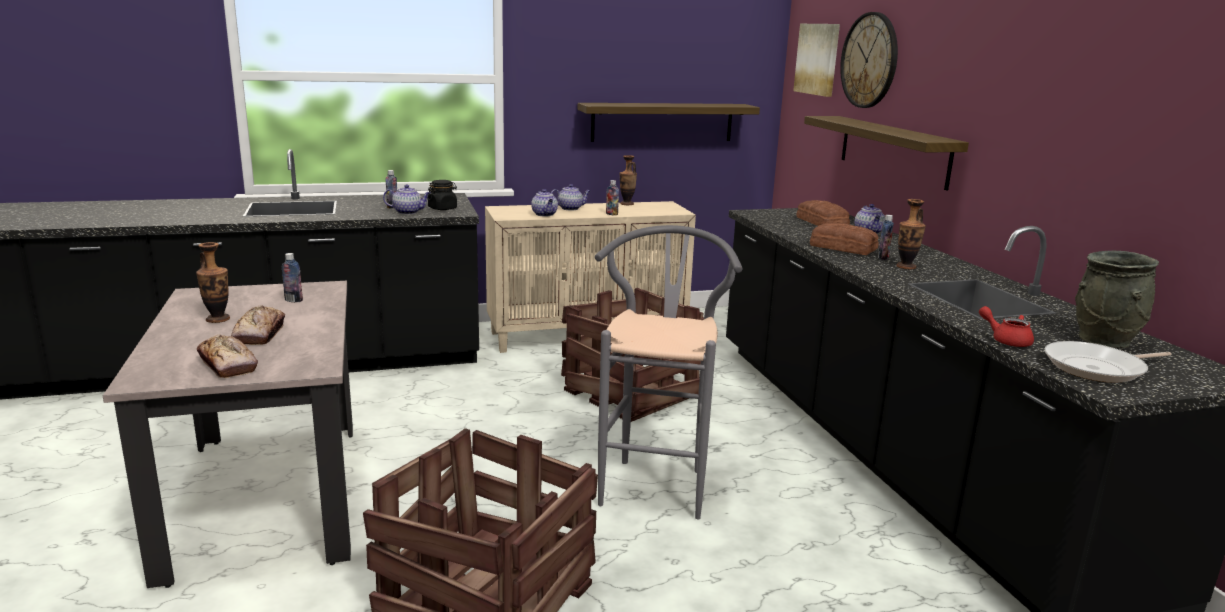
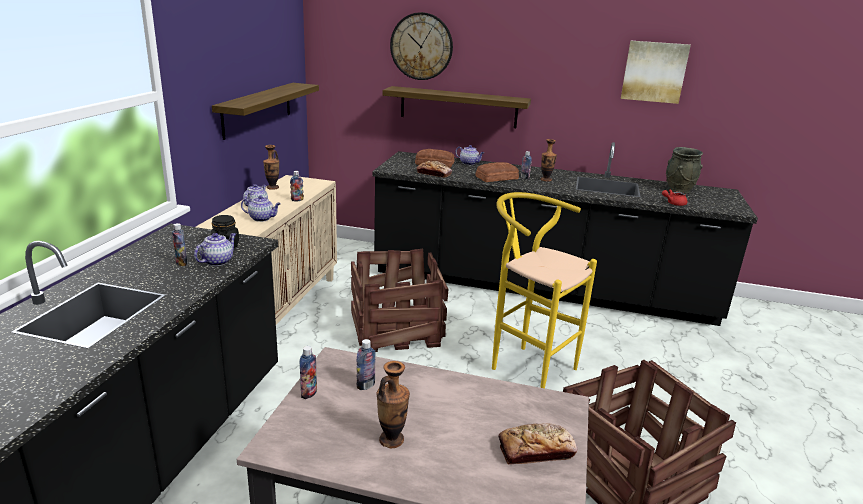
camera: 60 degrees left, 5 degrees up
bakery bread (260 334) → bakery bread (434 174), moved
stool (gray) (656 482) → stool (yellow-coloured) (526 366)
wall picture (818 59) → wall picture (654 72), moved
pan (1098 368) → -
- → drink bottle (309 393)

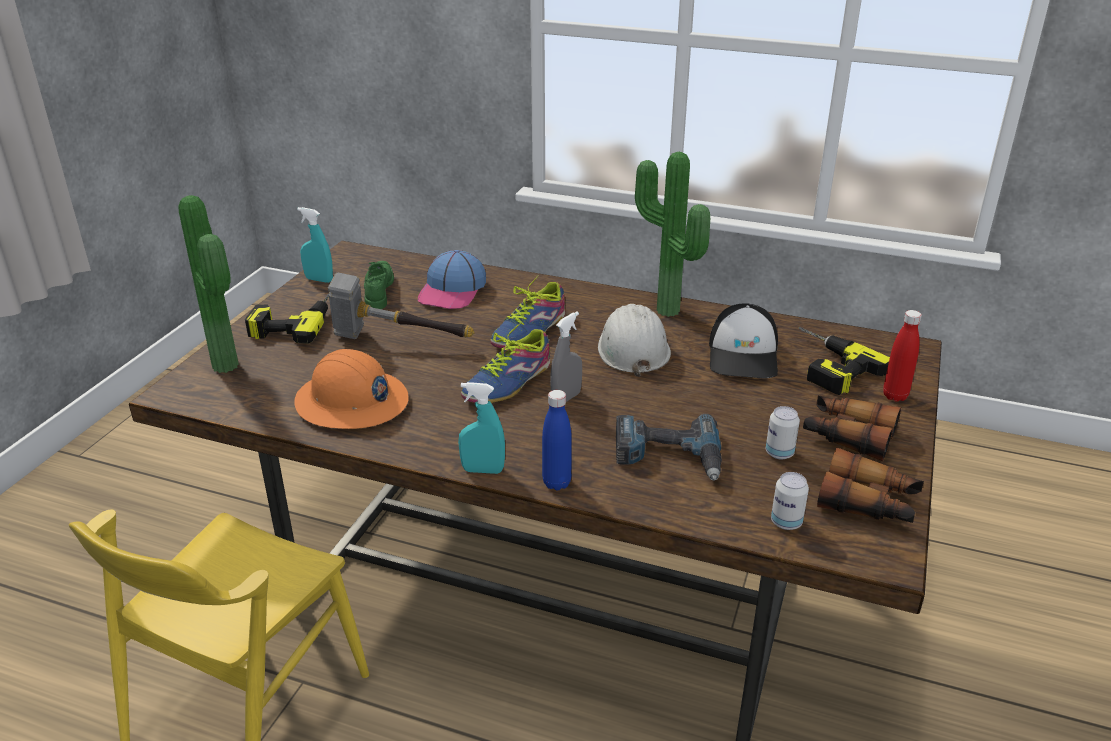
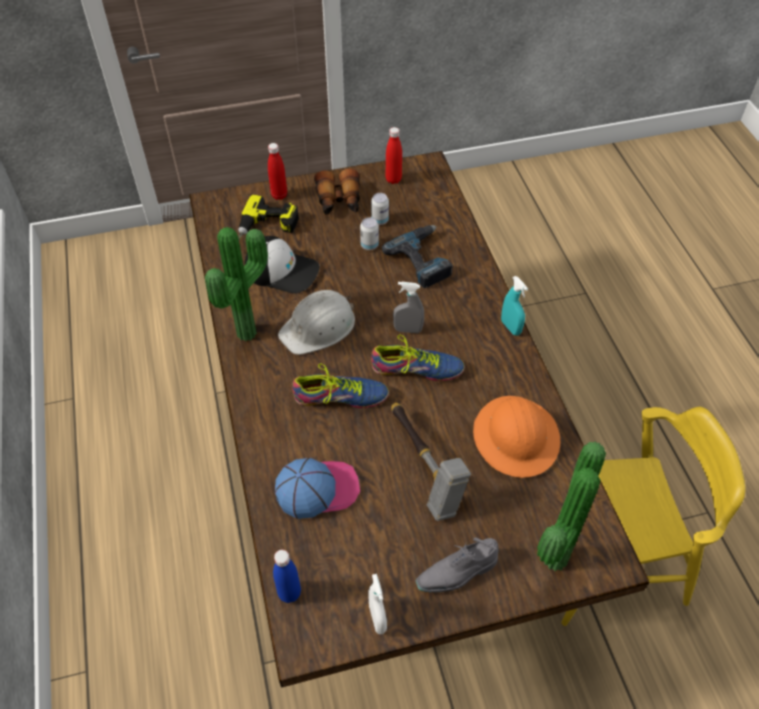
camera: 125 degrees left, 20 degrees up
electric drill (294 320) → shoe (gray) (457 572)
spray bottle (turquoise-coloured) (319 280) → spray bottle (white) (377 619)
shoe (green) (379 291) → -
drink bottle (bluish) (556 483) → drink bottle (bluish) (289 593), moved
peaked cap (744 355) → peaked cap (282 270), 45 degrees clockwise
can (786 522) → can (369 245), moved
pair of binoculars (868 503) → drink bottle (red-coloured) (393 179)

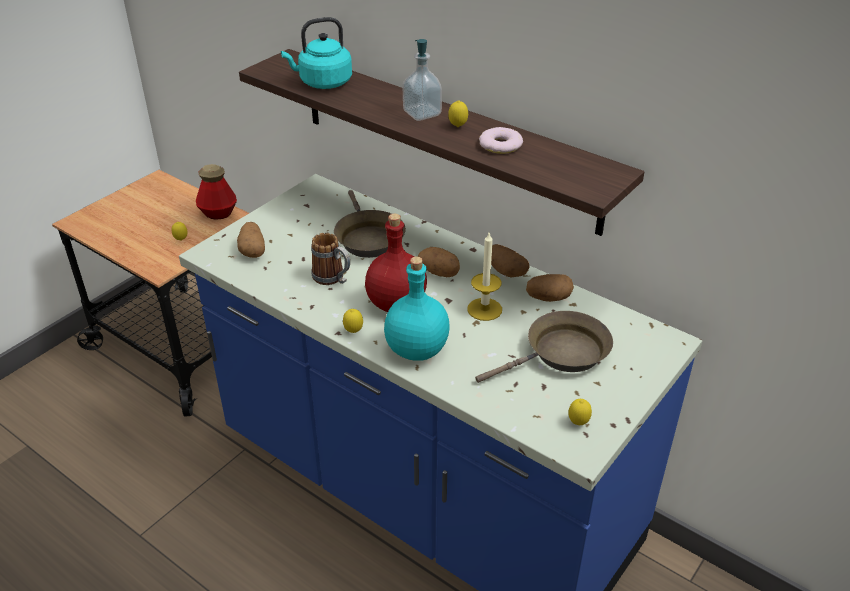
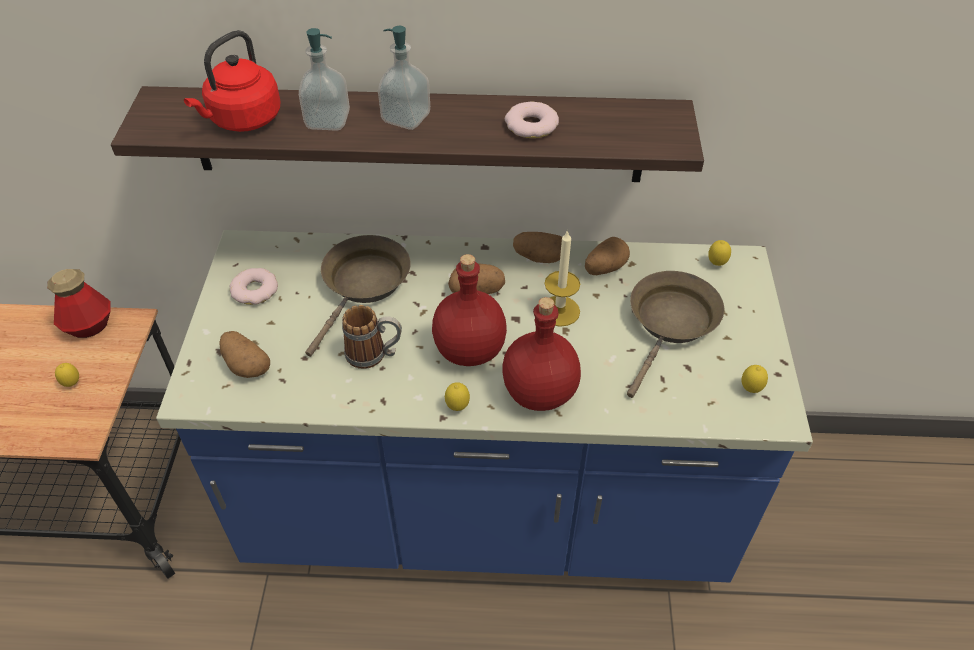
camera: 35 degrees left, 10 degrees up
kettle (turquoise-coloured) (322 83) → kettle (red-coloured) (243 120)
pan (brown) (367 238) → pan (brown) (364 285), 105 degrees counterclockwise
drink bottle (turquoise-coloured) (417 349) → drink bottle (red-coloured) (539 391)
lemon (458 127) → lemon (716 264), moved
- → donut (255 290)
- → soap bottle (327 120)

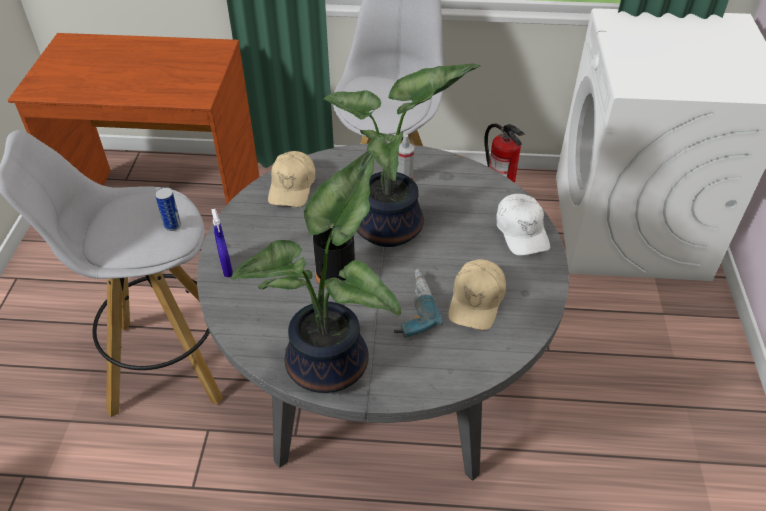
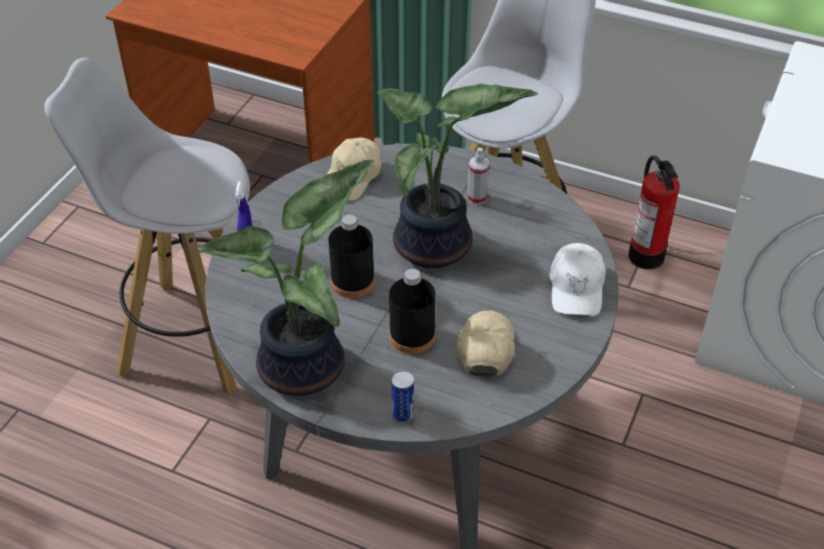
camera: 20 degrees right, 0 degrees up
can (172 225) → can (403 415), moved
electric drill (410 308) → drink bottle (black) (412 336)
peaked cap (beige-coloured) (476 301) → peaked cap (beige-coloured) (485 348), 150 degrees clockwise

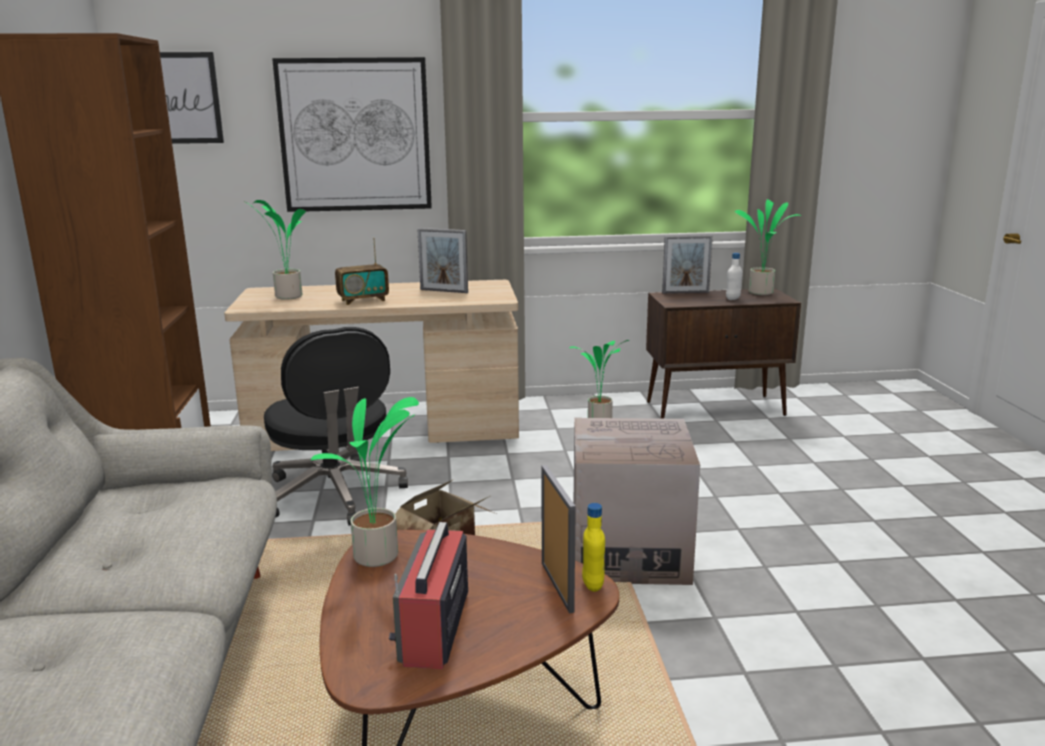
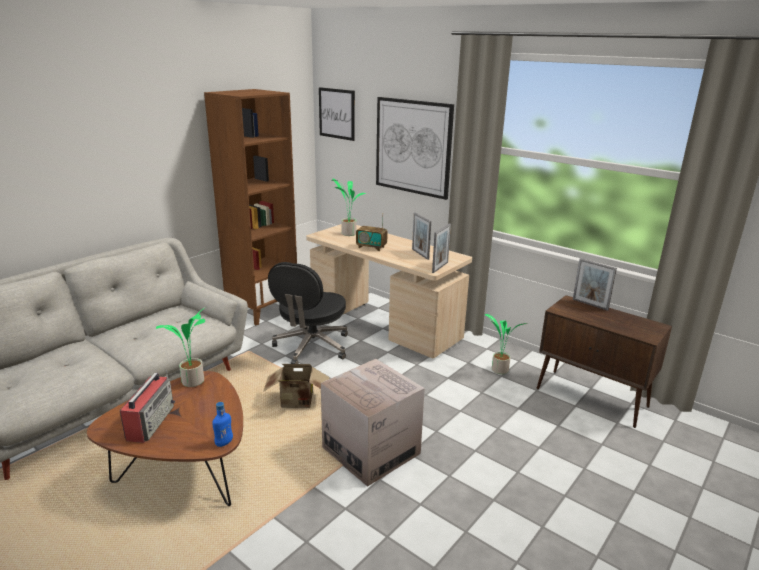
camera: 45 degrees right, 5 degrees up
radio set (434 628) → radio set (151 422), 135 degrees clockwise
photo frame (557 586) → photo frame (440 267), moved
drink bottle (yellow-coloured) (593 584) → drink bottle (bluish) (224 443)
drink bottle (white) (733 299) → -
potted plant (762 292) → -

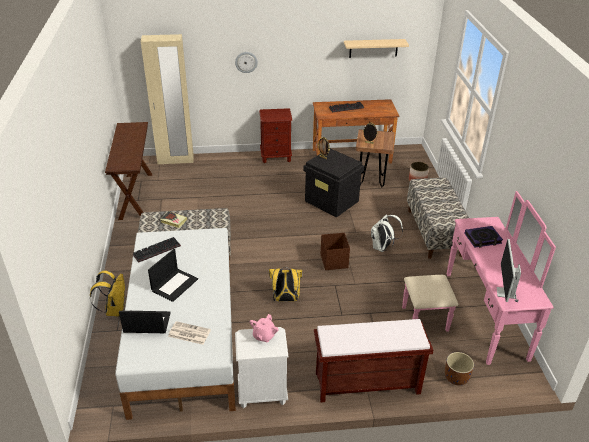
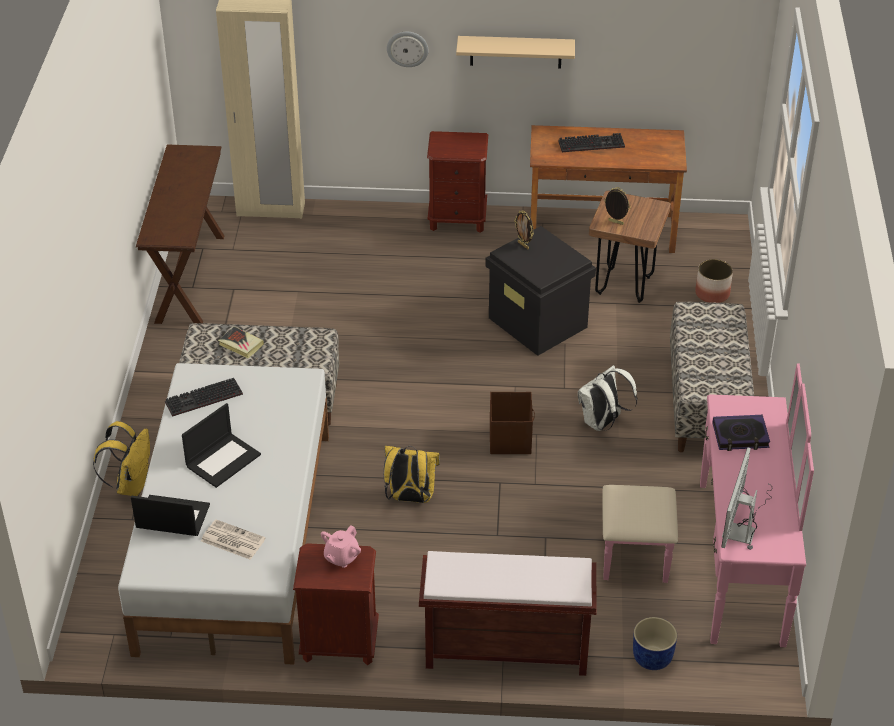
camera: 10 degrees right, 5 degrees up
nightstand (white) (262 393) → nightstand (brown) (339 643)
bracket shelf (beige-coloured) (373 48) → bracket shelf (beige-coloured) (515 52), moved
plant pot (brown) (456 378) → plant pot (bluish) (652 658)

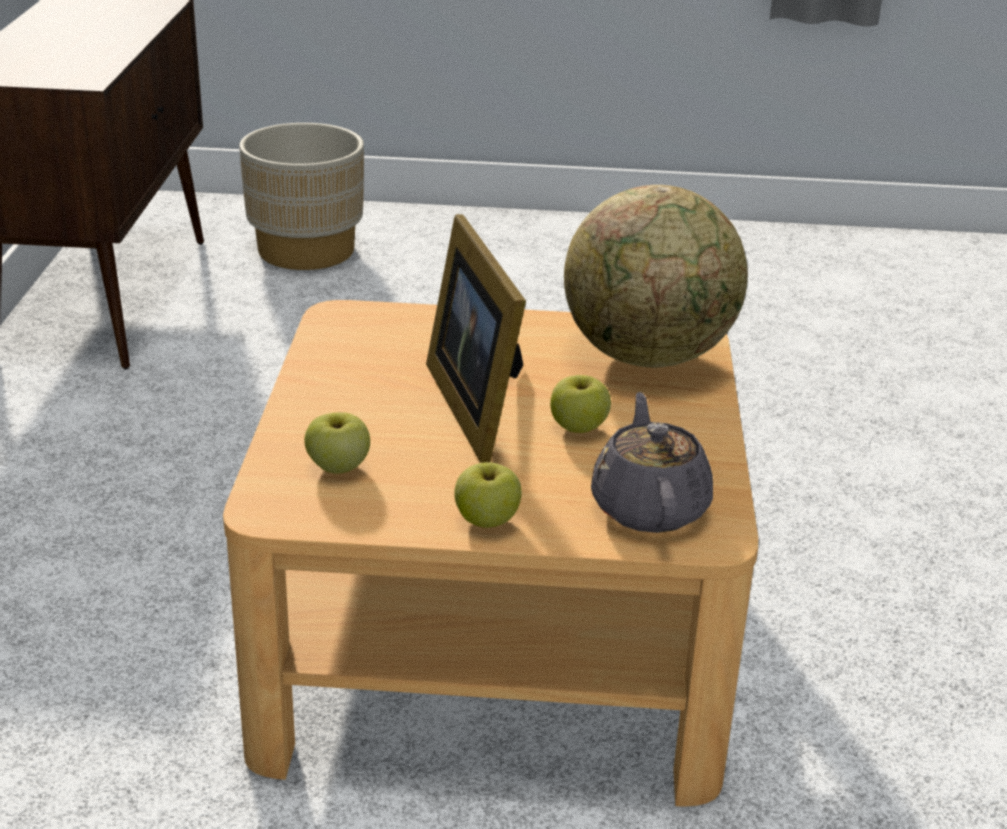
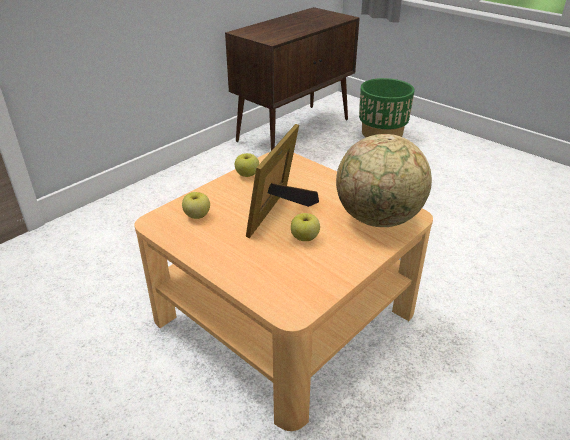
camera: 40 degrees right, 5 degrees up
plant pot (beige-coloured) (306 251) → plant pot (green) (382 133)
whole apple (487 520) → whole apple (247 174), moved
teapot (gray) (649 507) → -

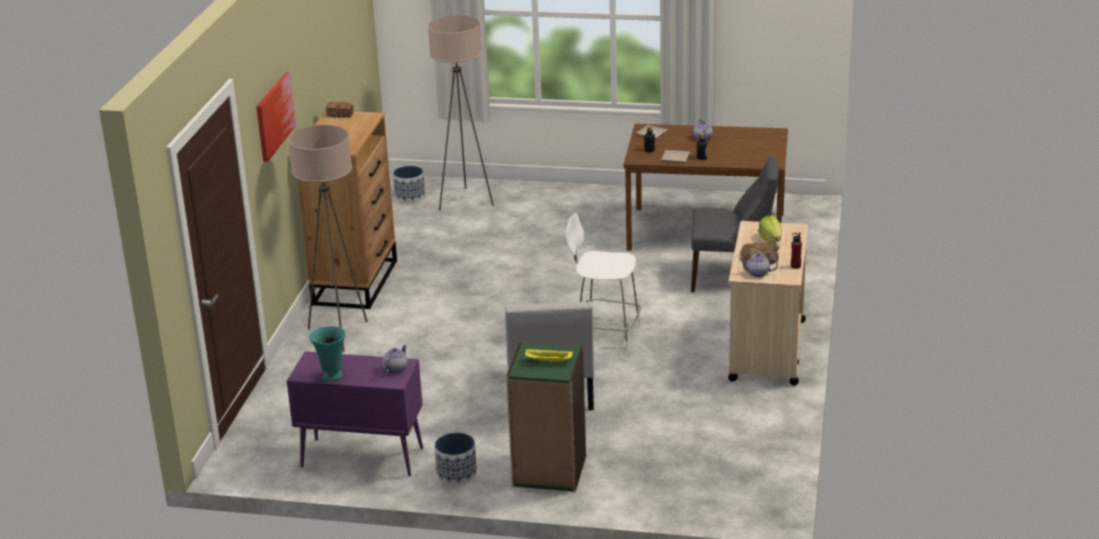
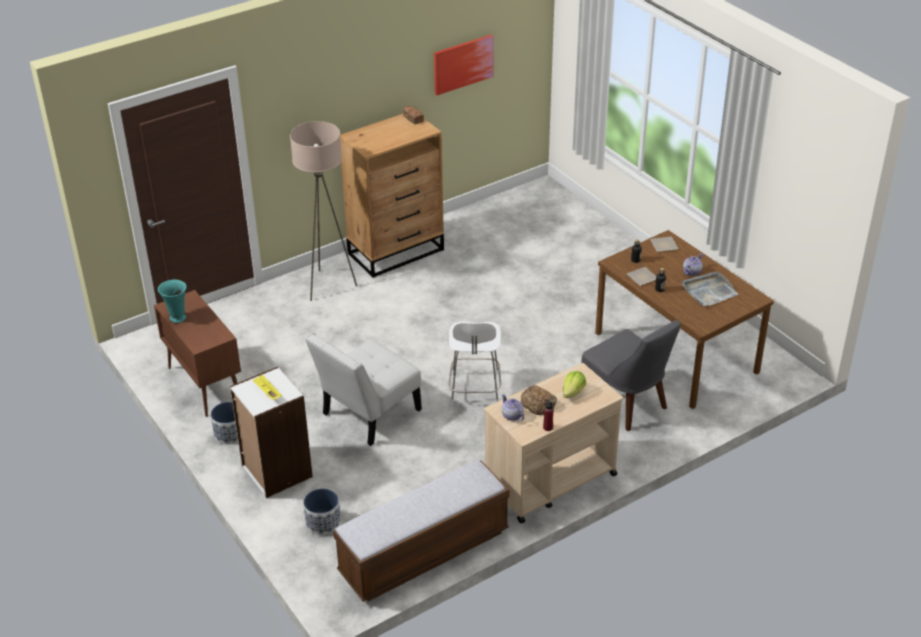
camera: 45 degrees right, 10 degrees up
wall picture (274 116) → wall picture (463 64), moved
cupboard (purple) (361 457) → cupboard (brown) (204 384)
teapot (395 369) → -
plant pot (410 196) → plant pot (323 523), moved
standard lamp (beige-coloured) (465 201) → -
bookshelf (green) (549 471) → bookshelf (white) (276 472)
chair (white) (605 331) → chair (white) (474 390), 150 degrees counterclockwise
- → bench (424 552)
- → serving tray (gray) (709 291)

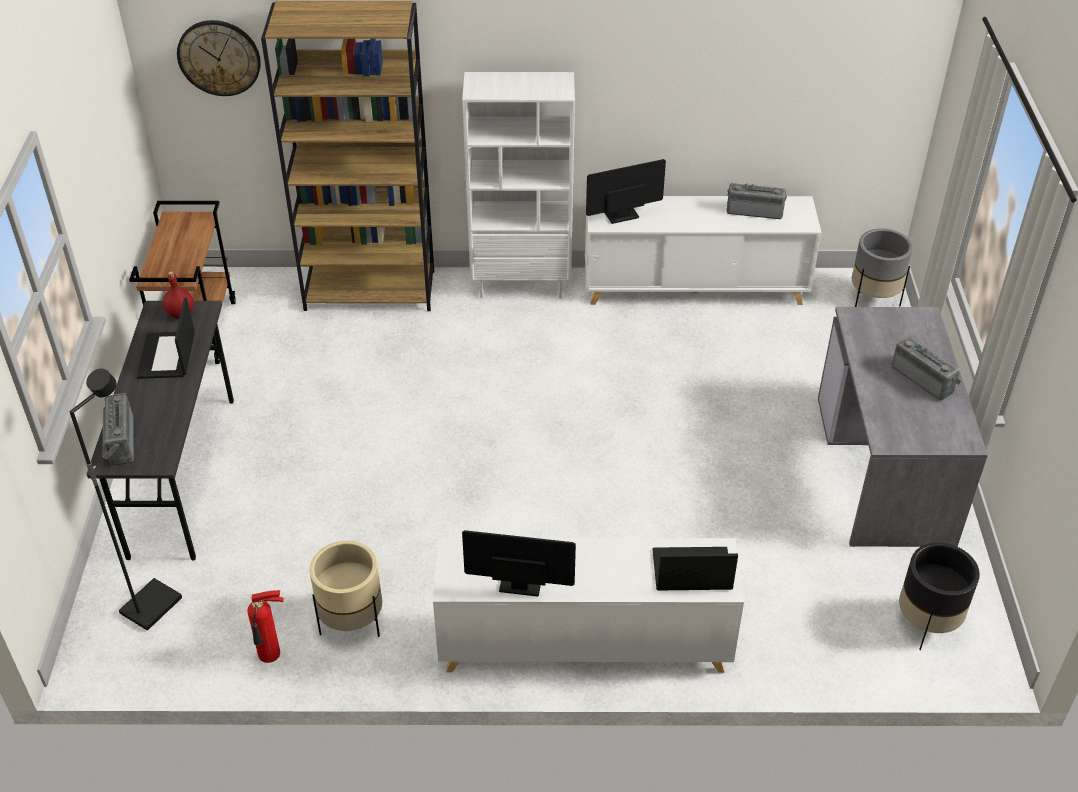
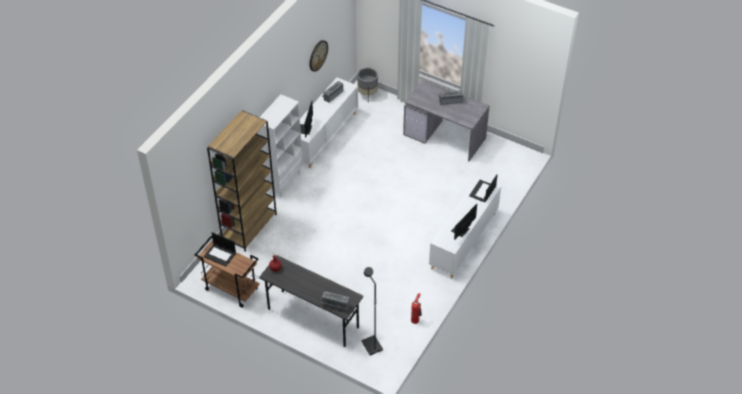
camera: 60 degrees left, 5 degrees up
portable computer (167 356) → portable computer (220 255), moved
hanging clock (219 57) → hanging clock (318 55), moved
plant pot (beige-coloured) (352 621) → -
plant pot (black) (926 624) → -

